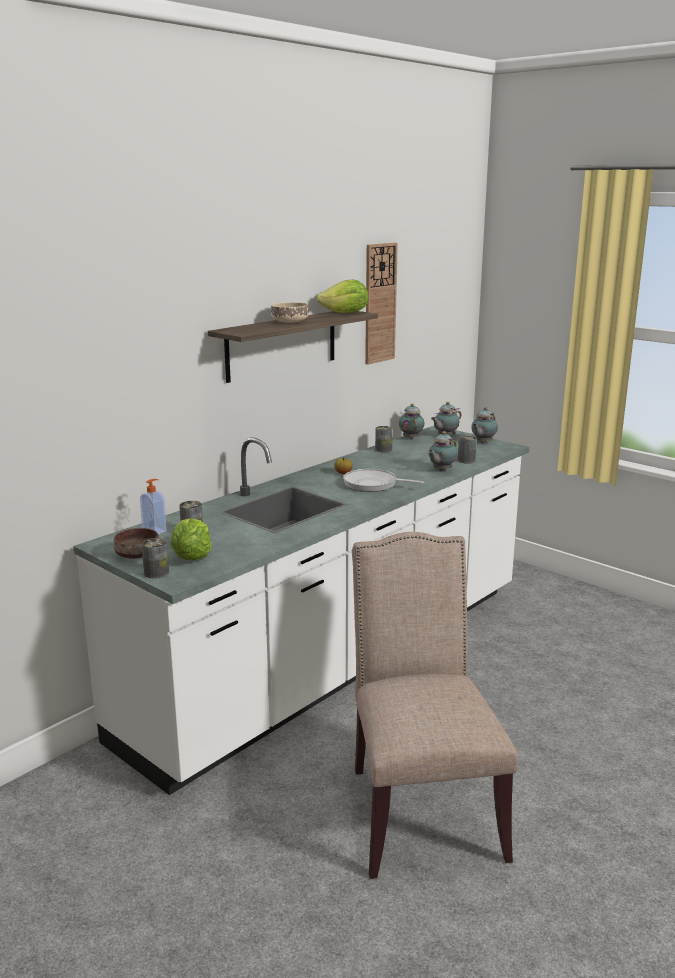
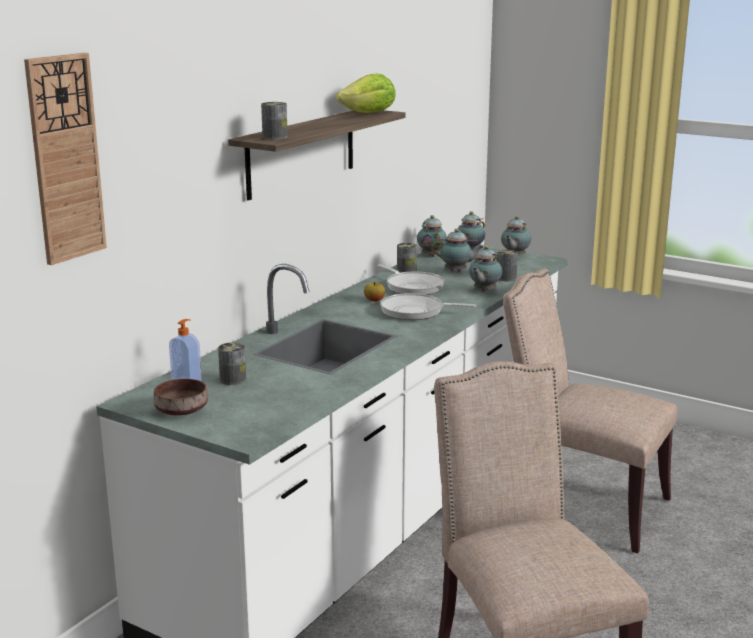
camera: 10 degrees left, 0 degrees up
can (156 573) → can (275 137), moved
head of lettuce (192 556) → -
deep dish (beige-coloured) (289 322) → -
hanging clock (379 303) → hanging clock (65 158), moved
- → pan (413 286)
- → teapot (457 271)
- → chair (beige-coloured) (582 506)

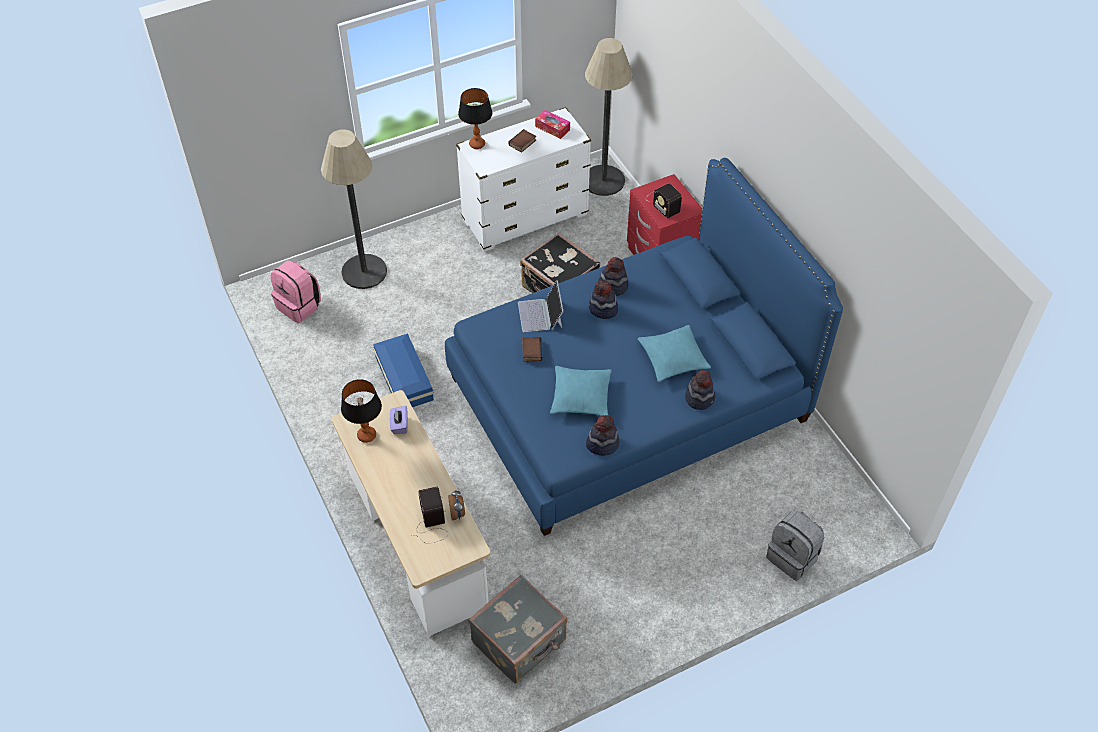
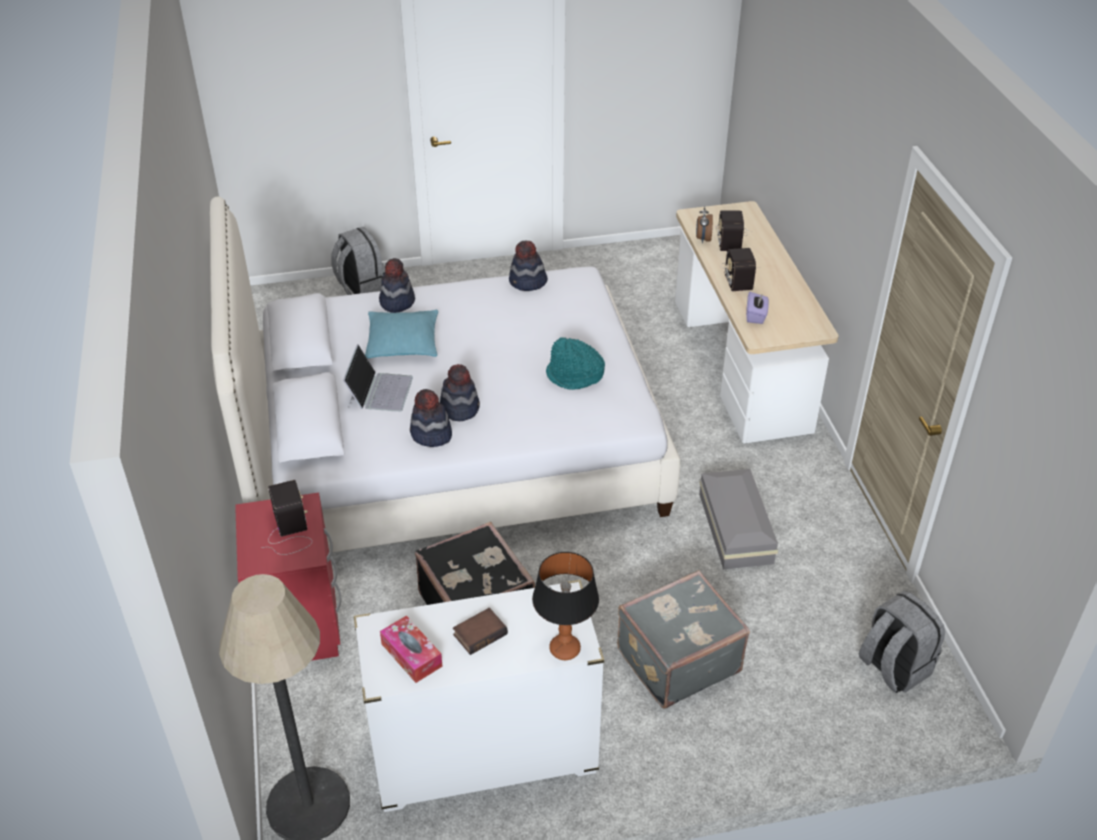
camera: 165 degrees left, 10 degrees down
knapsack (pinkish) (299 306) → knapsack (gray) (893 667)
standard lamp (364 272) → -
table lamp (366 435) → -
storage container (bluish) (404 377) → storage container (gray) (734 529)
bed (bluish) (628 398) → bed (white) (449 450)
piece of luggage (gray) (520 642) → piece of luggage (gray) (676 659), moved
portable computer (541 315) → portable computer (379 391), moved
bound book (531 350) → hat (turquoise-coloured) (575 376)
cushion (turquoise-coloured) (581 397) → -
- → radio set (738 274)

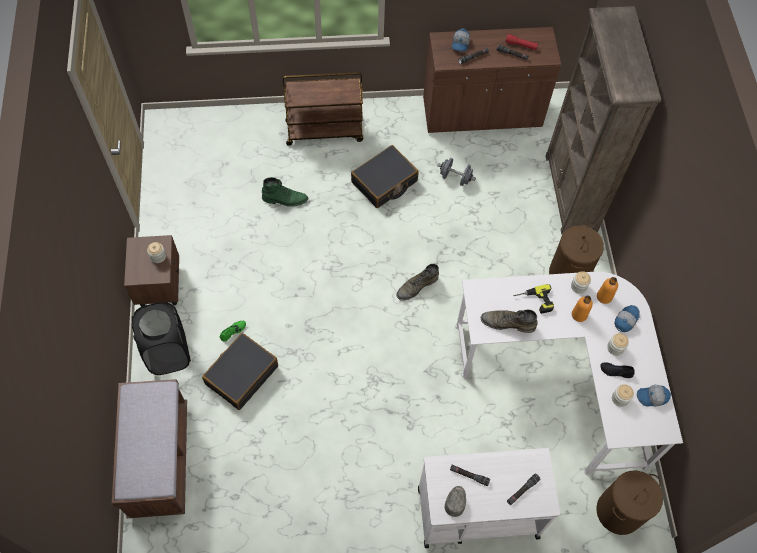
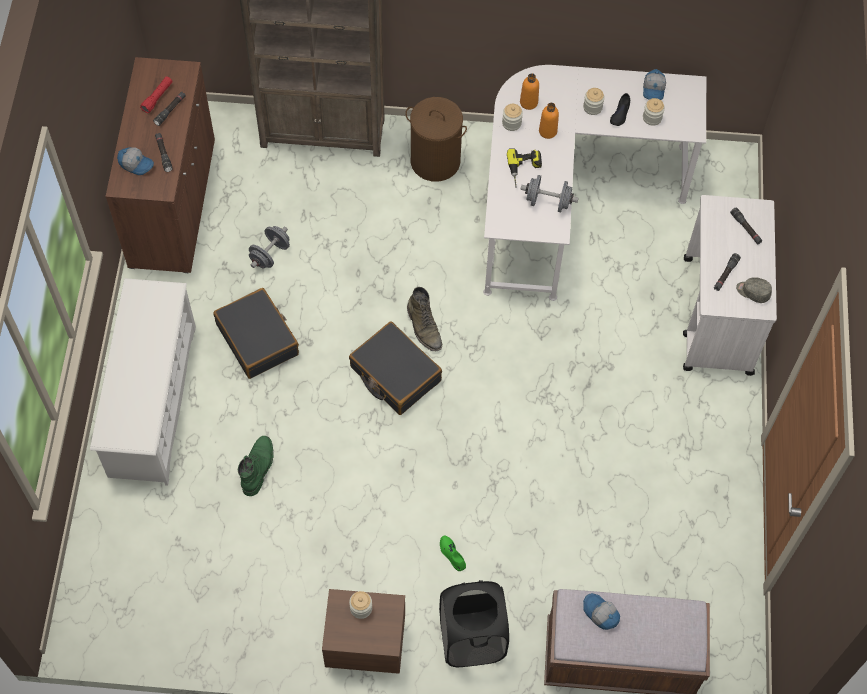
camera: 80 degrees left, 0 degrees up
piece of luggage (black) (241 375) → piece of luggage (black) (395 374), moved
wheeled cart (brown) (325 130) → shoe shelf (white) (152 401)
boot (green) (508 323) → hand weight (gray) (548 202)
washing basket (brown) (619 512) → -
peaked cap (625 320) → peaked cap (600 614), moved

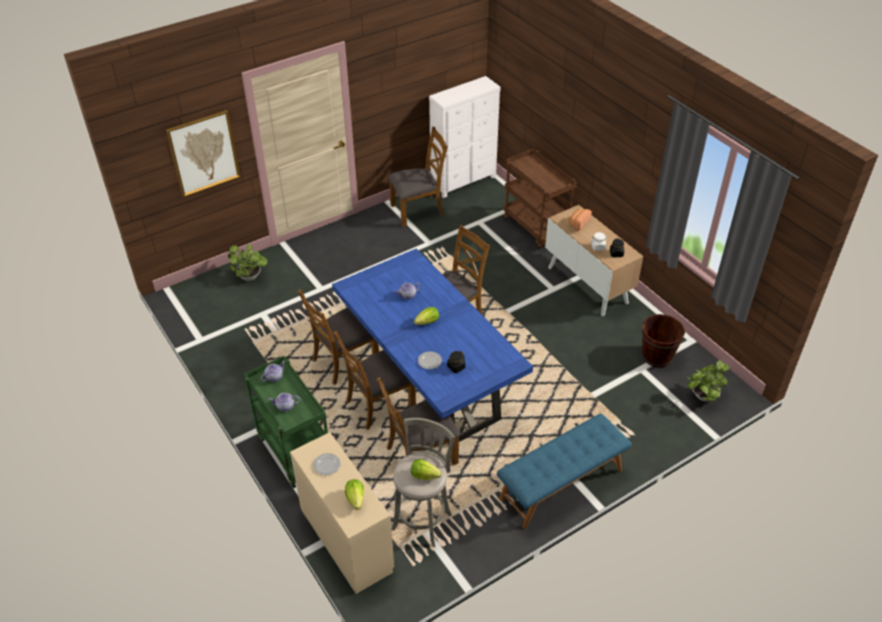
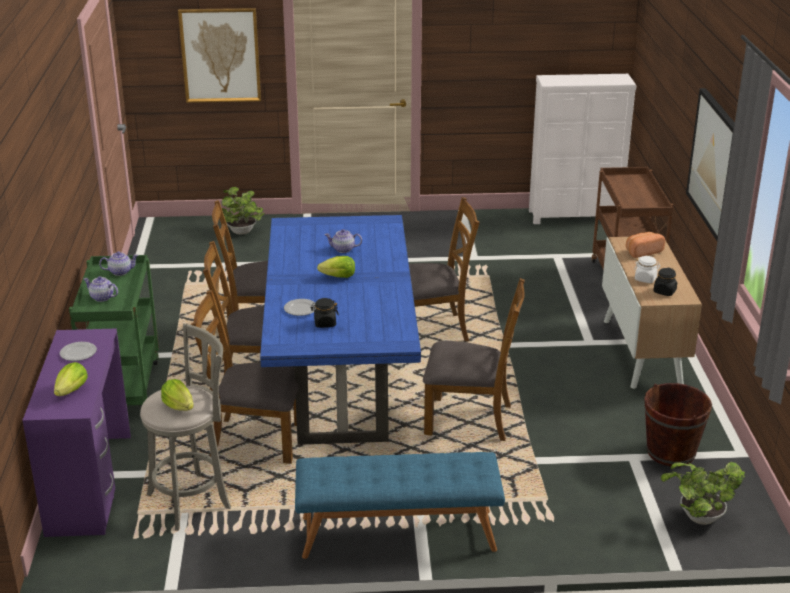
camera: 30 degrees right, 15 degrees down
desk table (beige-coloured) (345 539) → desk table (purple) (89 483)
chair (brown) (418 210) → chair (brown) (469 419), moved
- → wall picture (714 164)

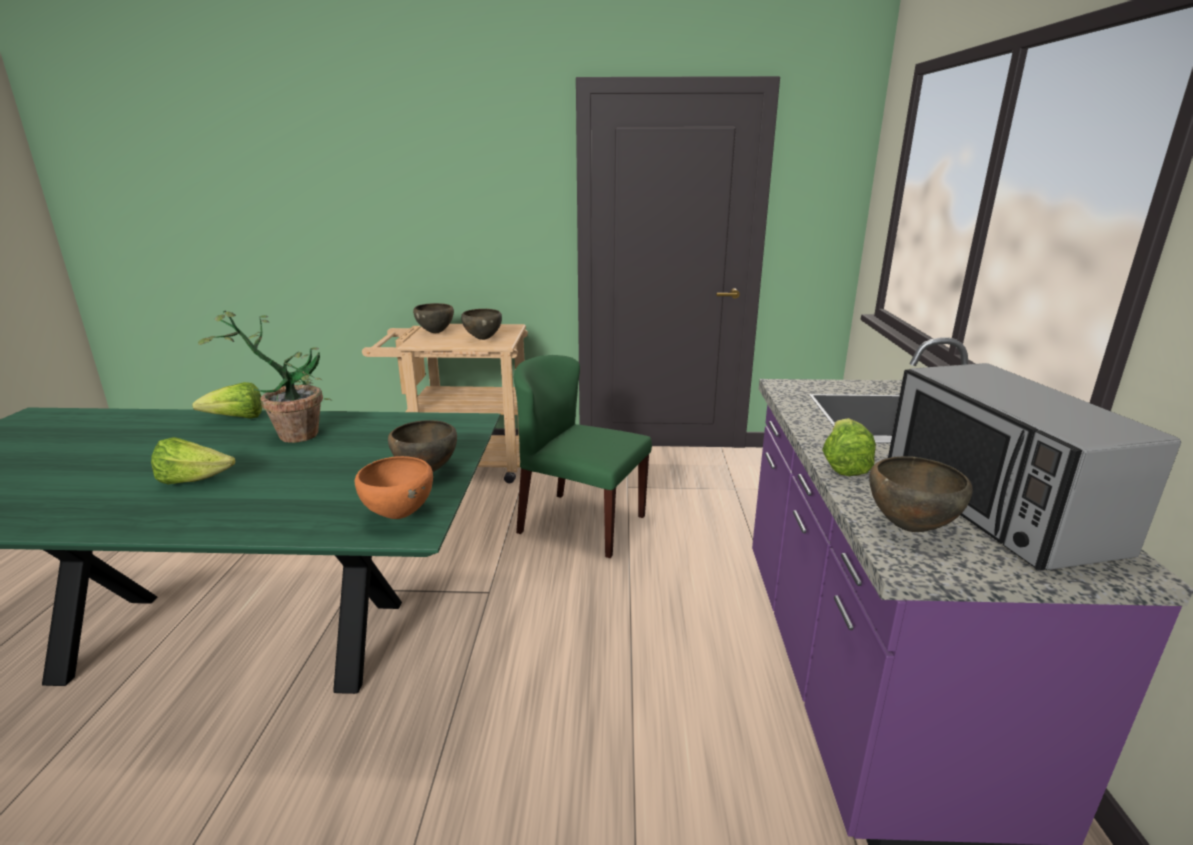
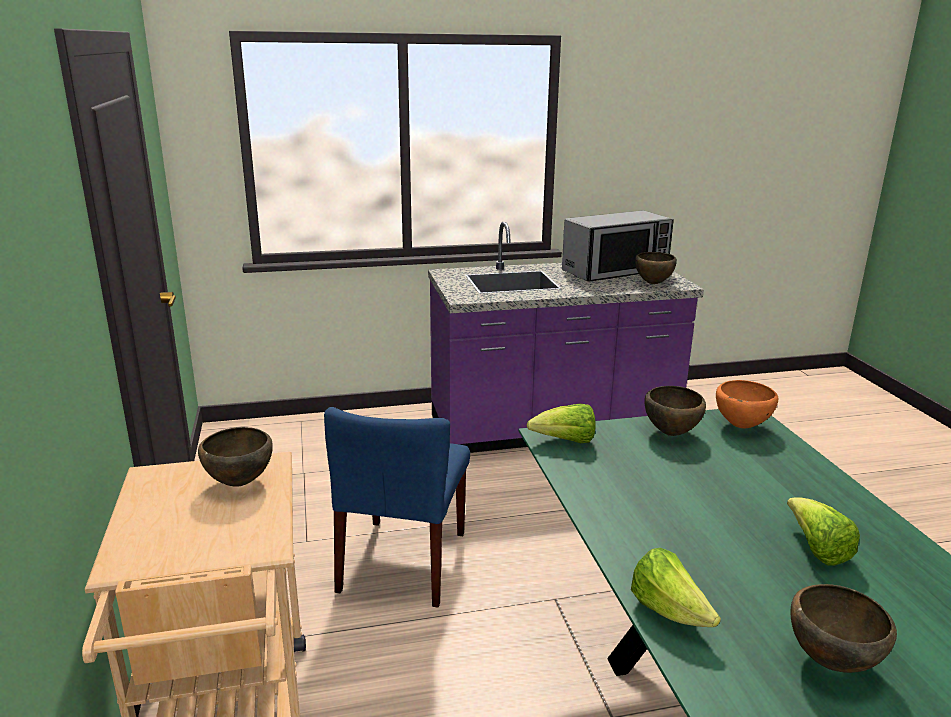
camera: 105 degrees left, 0 degrees up
potted plant (292 433) → -
deep dish (brown) (436 332) → deep dish (brown) (830 662), moved
chair (green) (581 524) → chair (bluish) (403 562)
head of lettuce (843 465) → head of lettuce (565 441), moved

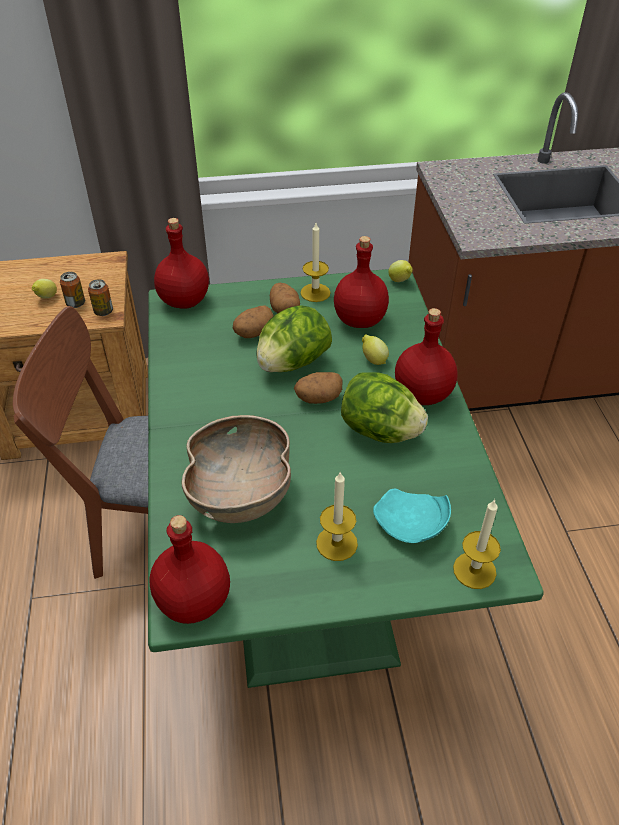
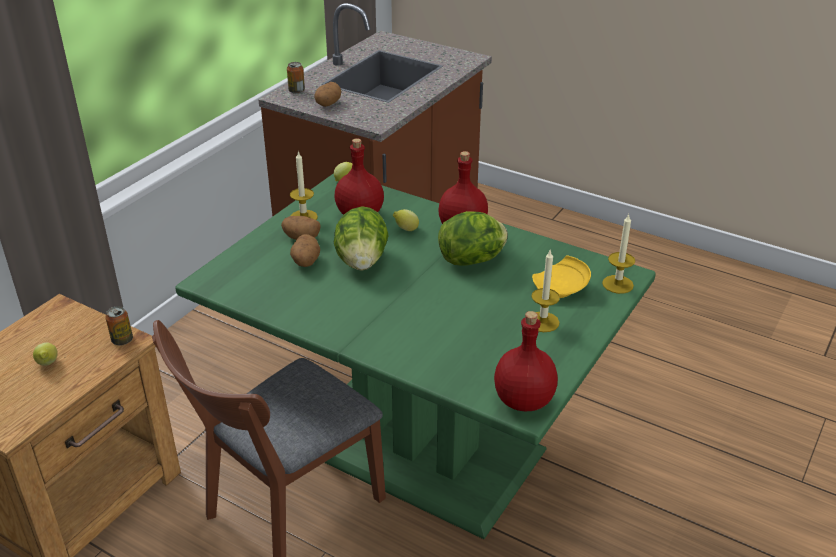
camera: 50 degrees left, 10 degrees down
can (76 303) → can (296 91), moved
drink bottle (red-coloured) (185 300) → -
deep dish (brown) (241 493) → -
potato (318 398) → potato (327 104), moved
plate (turquoise-coloured) (410 525) → plate (yellow-coloured) (561 288)

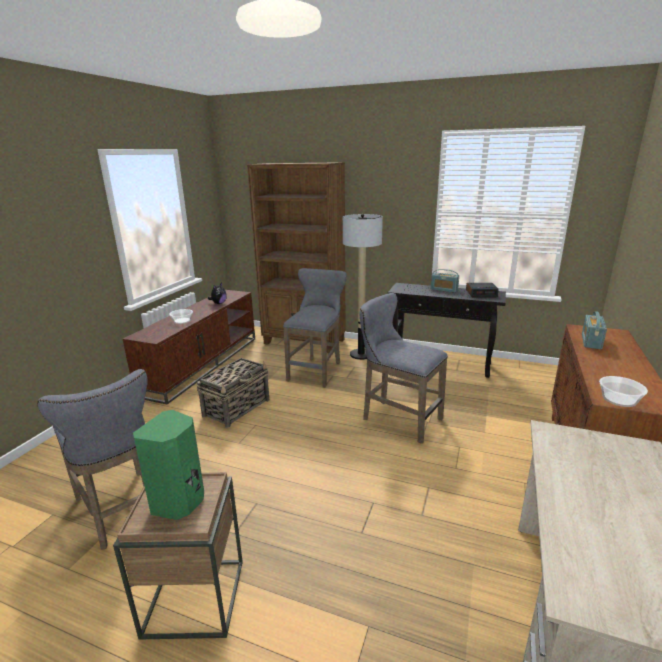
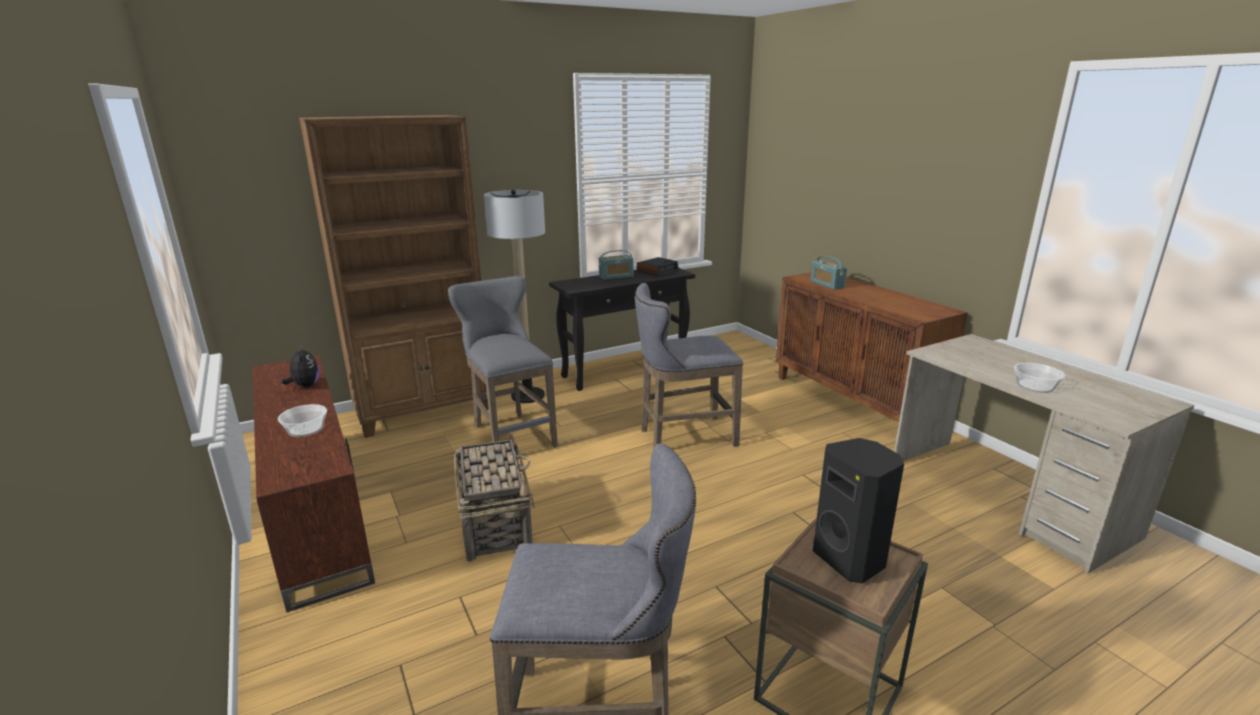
camera: 50 degrees left, 0 degrees up
speaker (green) (180 503) → speaker (black) (850 559)
deep dish (619 399) → deep dish (1035 386), moved

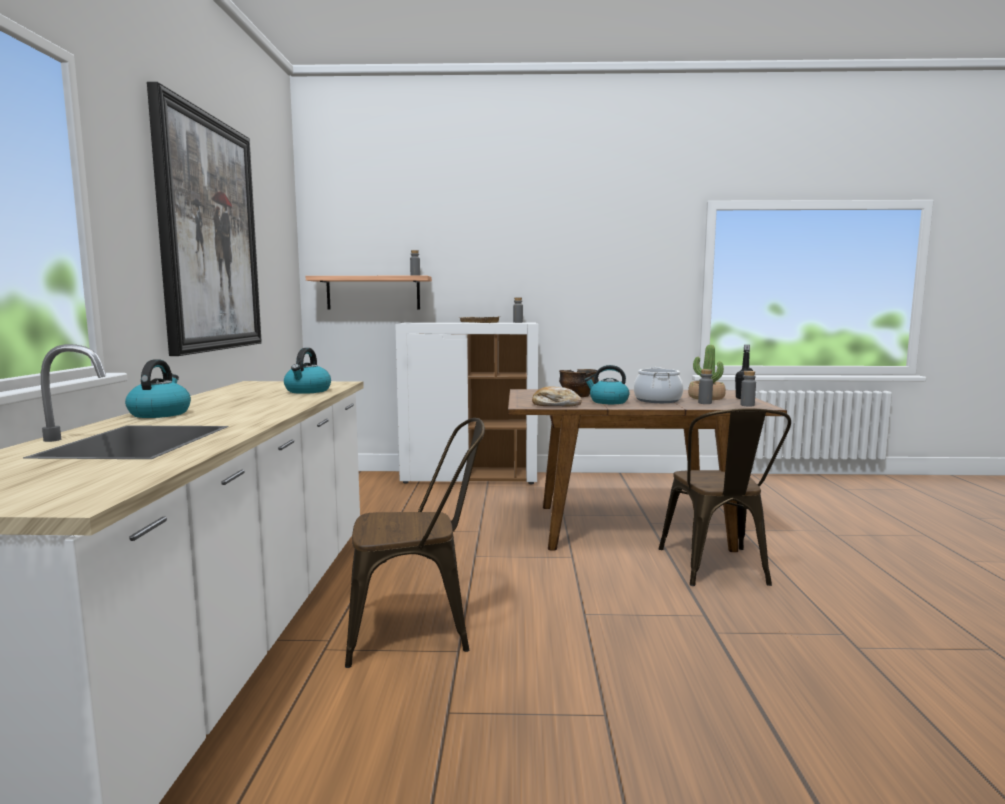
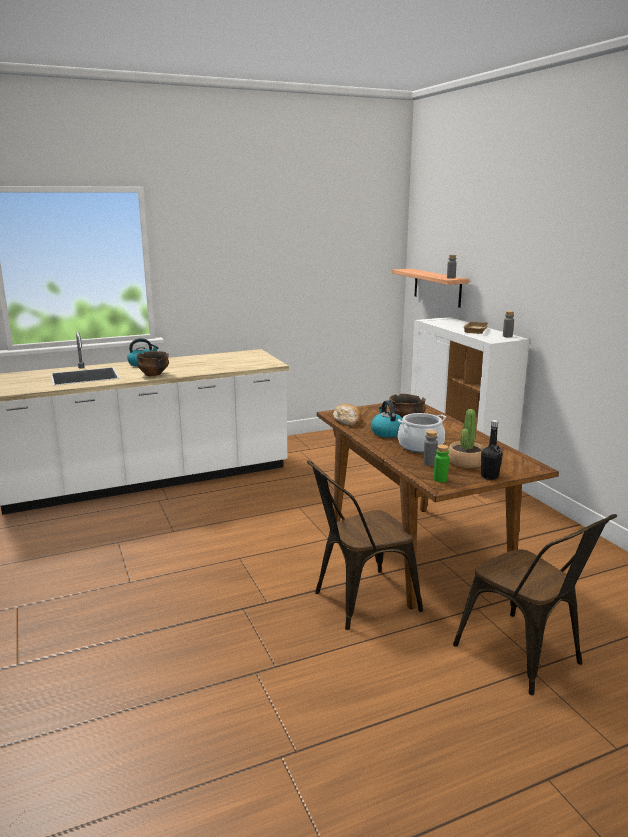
camera: 65 degrees right, 10 degrees up
wall picture (209 234) → -
kettle (308 391) → -
chair (brown) (419 630) → chair (brown) (526 658), moved
drink bottle (gray) (747 405) → drink bottle (green) (440 479)
- → deep dish (153 374)

